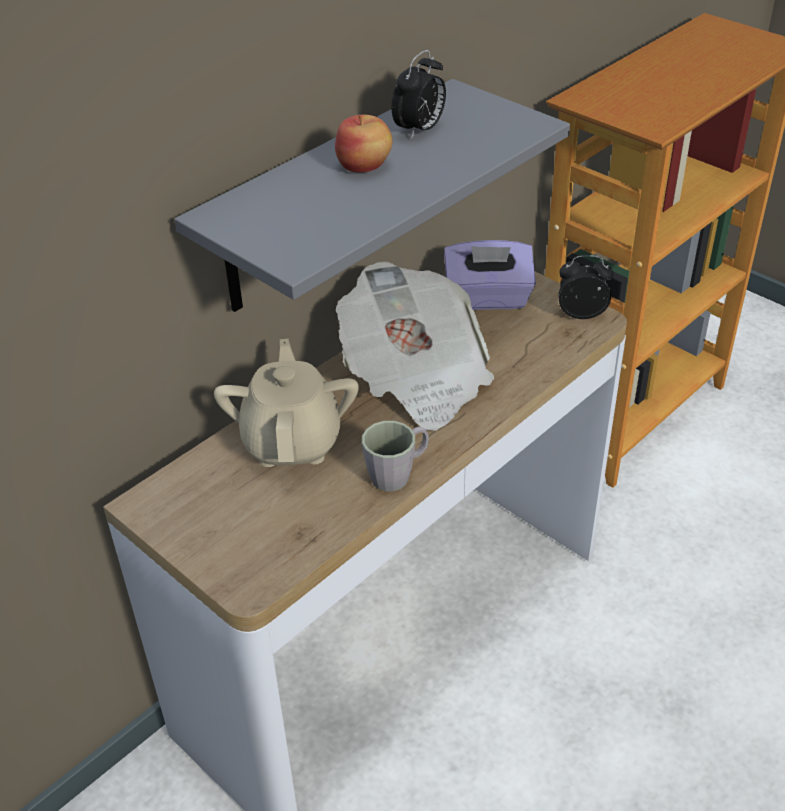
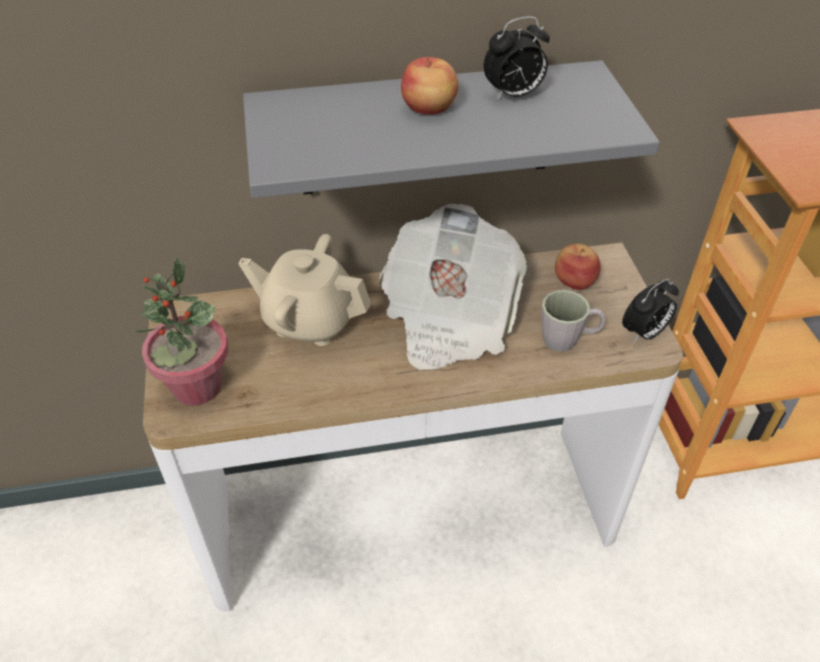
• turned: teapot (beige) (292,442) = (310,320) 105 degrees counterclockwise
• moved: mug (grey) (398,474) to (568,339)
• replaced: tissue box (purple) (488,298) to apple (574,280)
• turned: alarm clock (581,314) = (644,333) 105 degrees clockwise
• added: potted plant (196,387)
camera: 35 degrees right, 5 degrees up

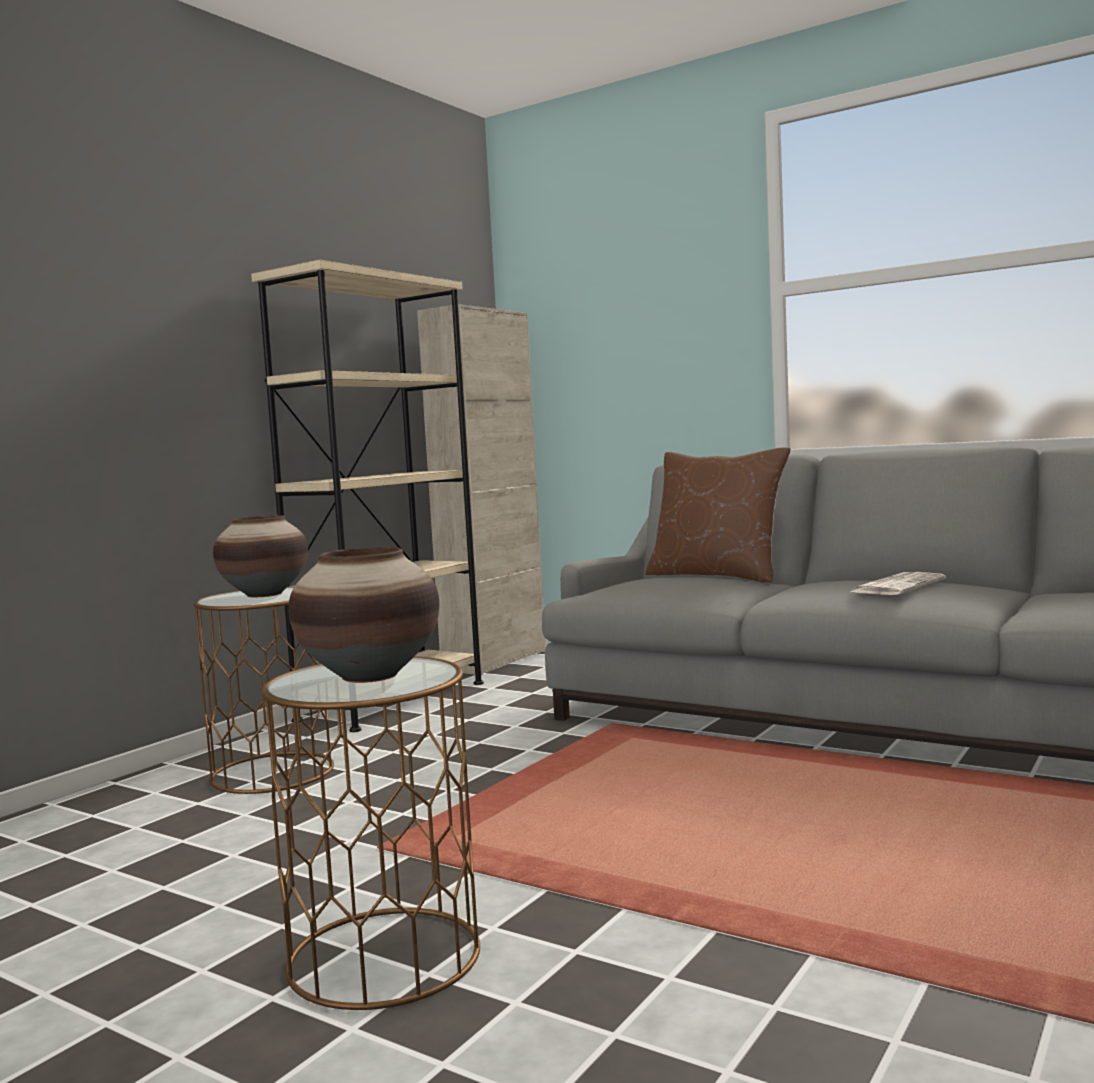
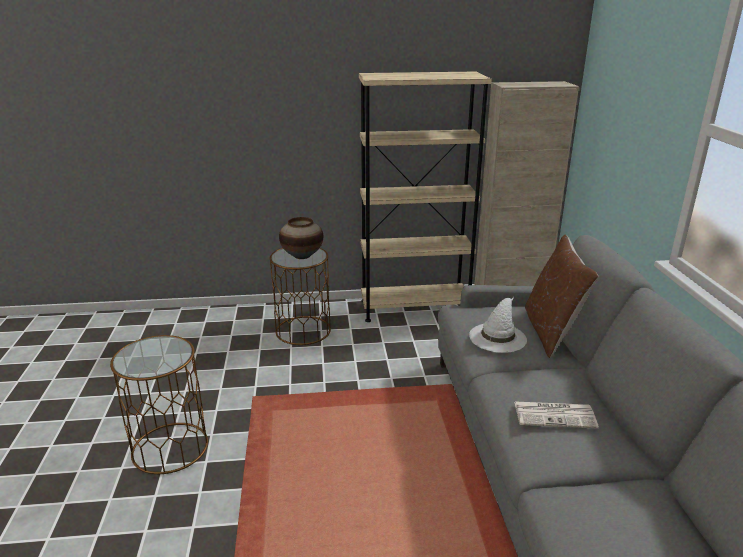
• removed: vase (369,676)
• added: hat (white) (497,337)
camera: 50 degrees right, 20 degrees up

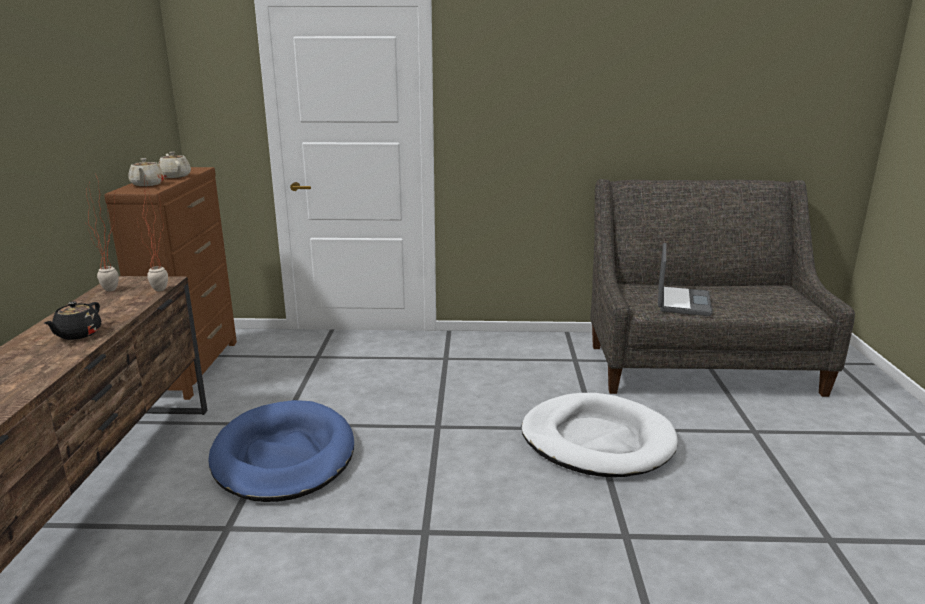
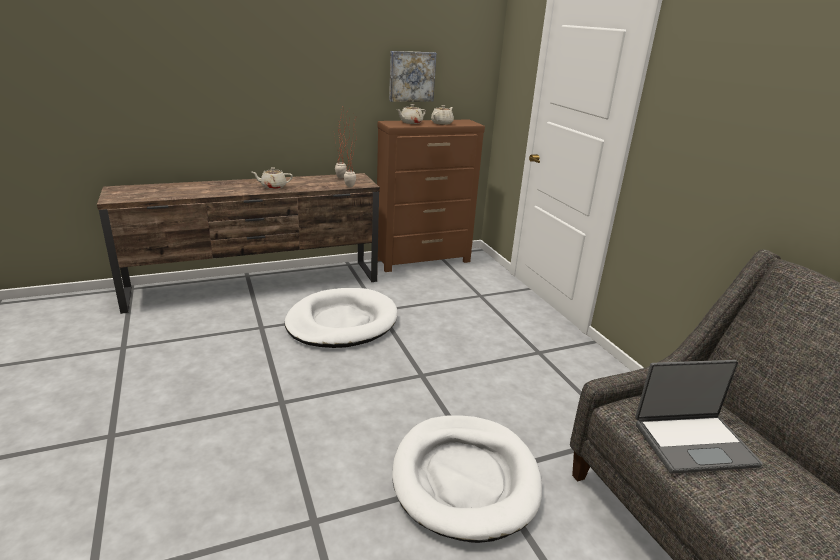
• recoloured: teapot (black) (77,334) to teapot (beige) (273,187)
• recoloured: dog bed (blue) (284,456) to dog bed (white) (342,322)
• added: picture (411,76)
camera: 65 degrees right, 5 degrees up

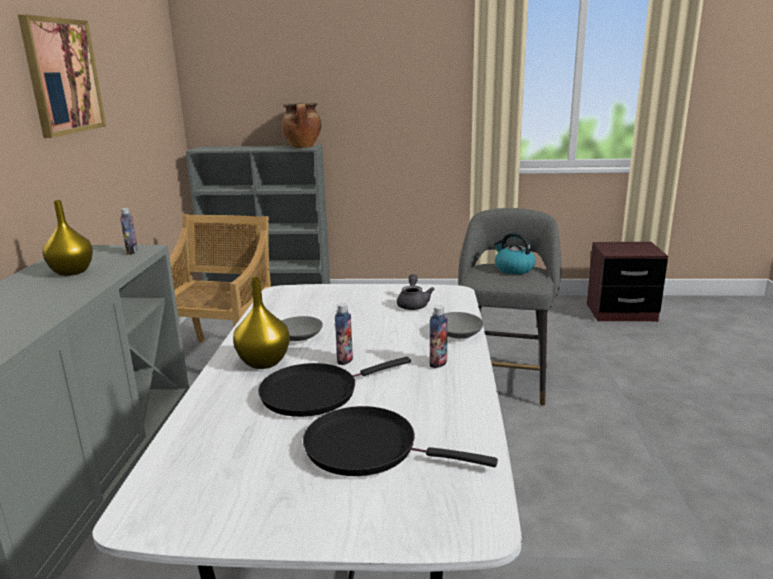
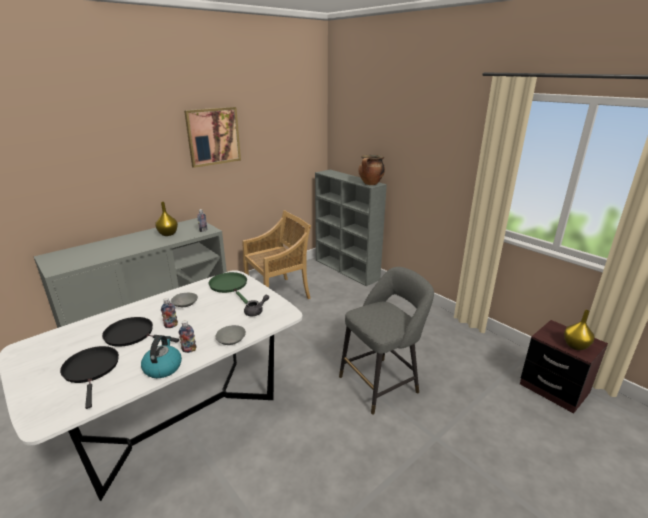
• moved: vase (yellow) (263,363) to (575,346)
• moved: kettle (513,269) to (163,367)
• added: frying pan (green) (229,286)
camera: 45 degrees right, 5 degrees up

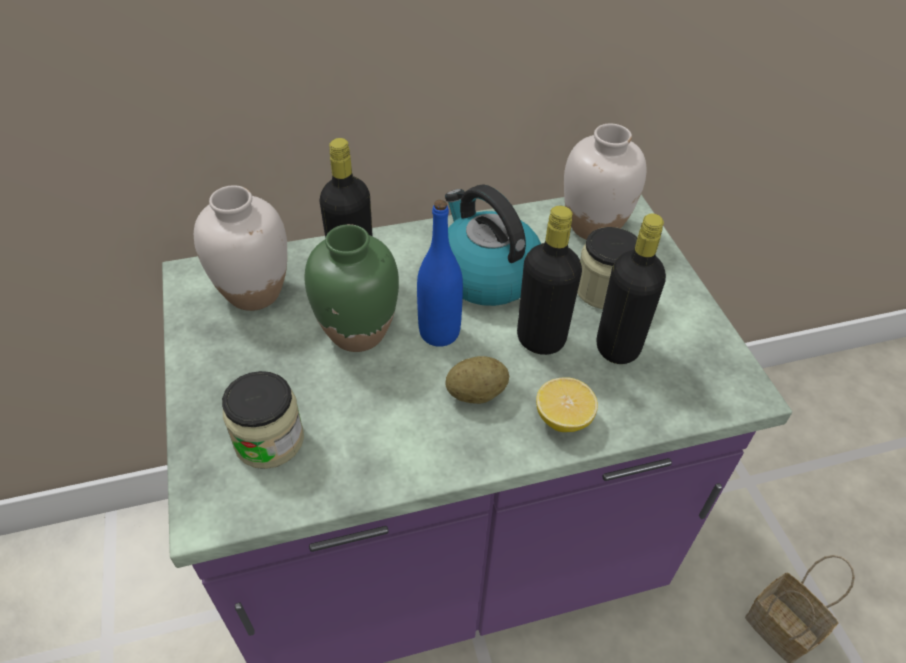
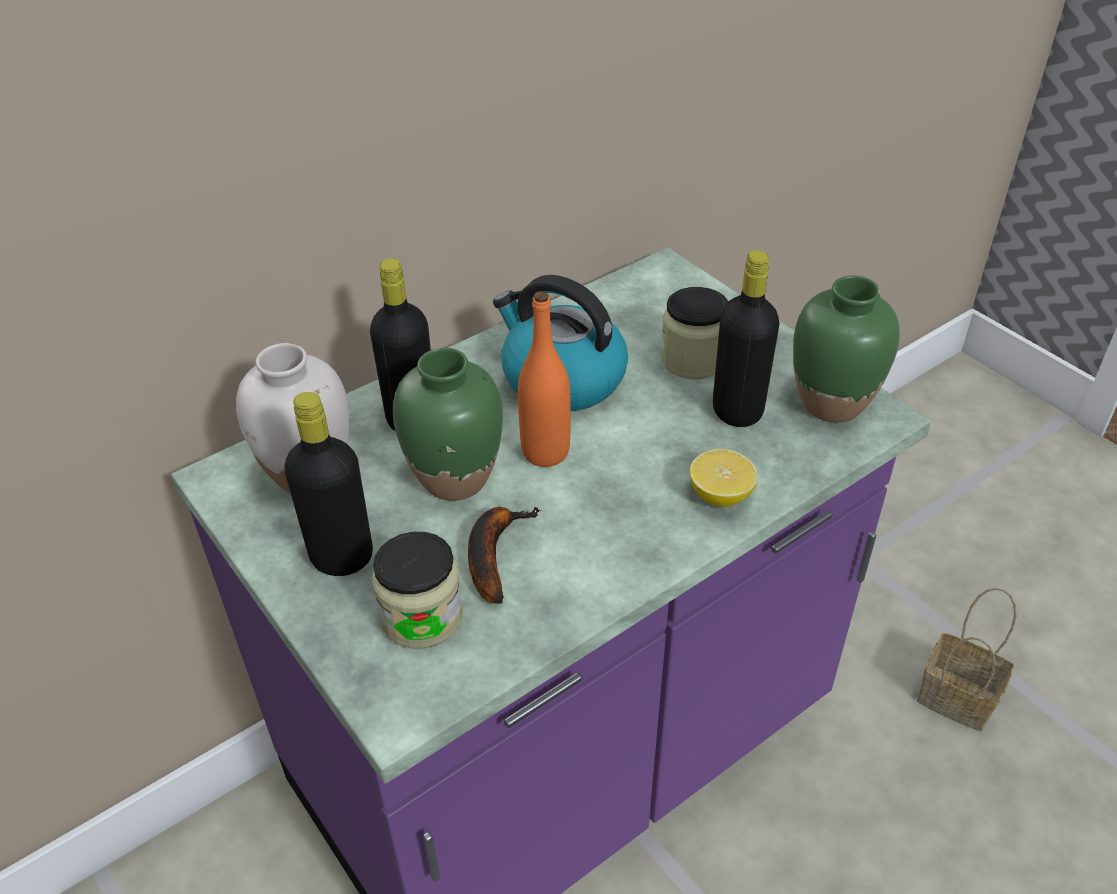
• recoloured: bottle (blue) (439,333) to bottle (orange) (545,452)
• removed: potato (476,393)
• moved: bottle (black) (541,339) to (342,557)
• removed: vase (white) (593,226)
• added: banana (493,553)
• added: vase (green) (831,403)
camera: 20 degrees left, 5 degrees down

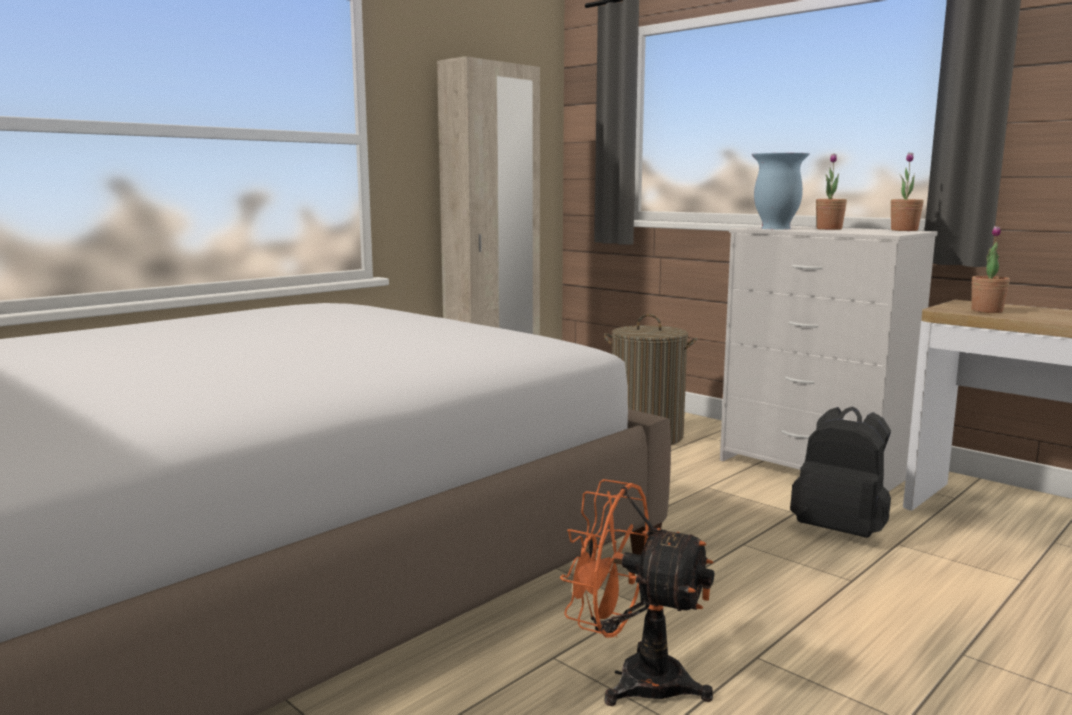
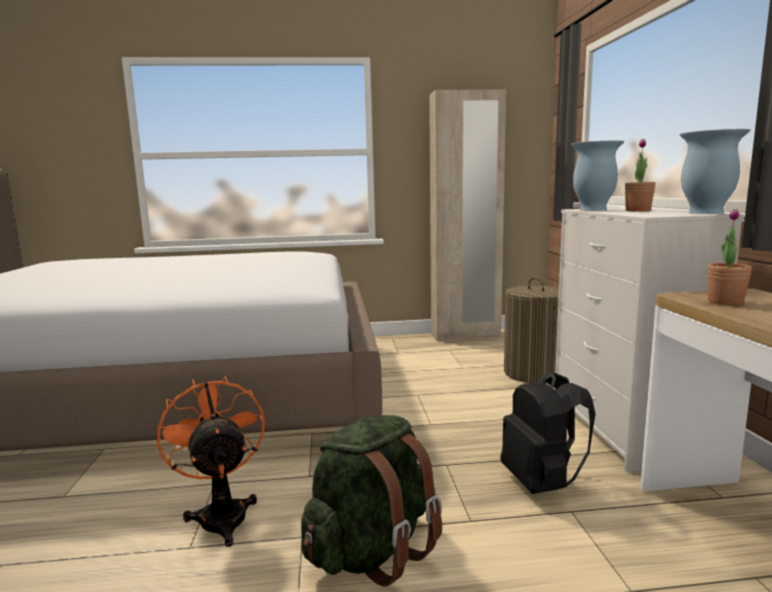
• replaced: potted plant (904,230) to vase (704,213)
• added: backpack (green) (372,551)
camera: 40 degrees right, 0 degrees up

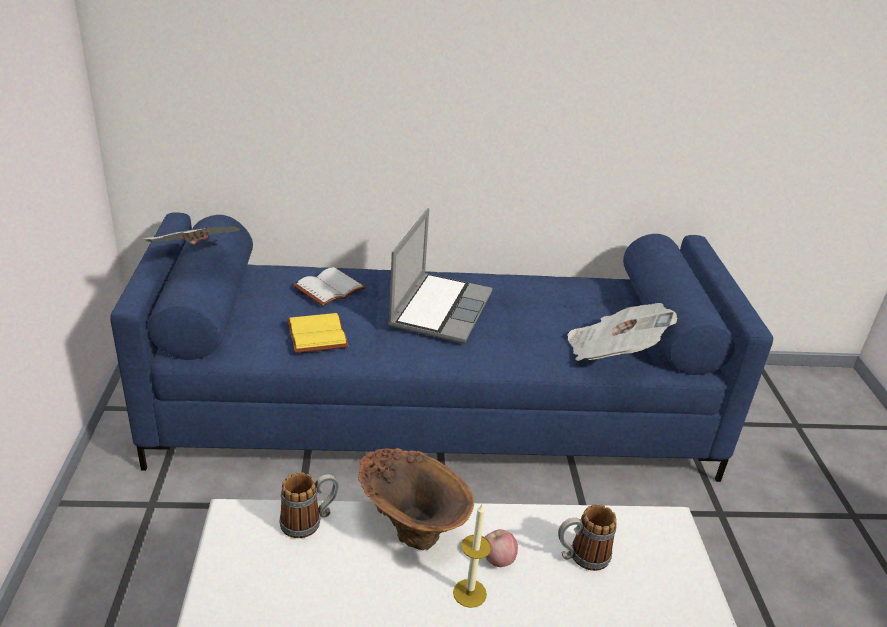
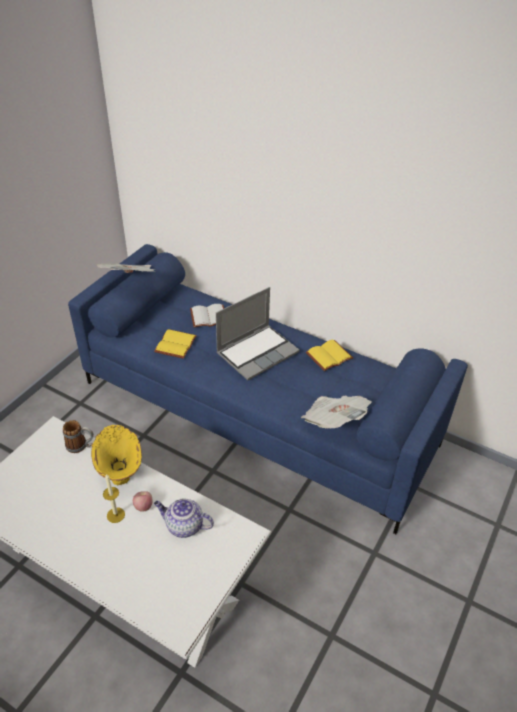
• recoloured: vase (brown) (411,527) to vase (yellow) (121,471)
• replaced: mug (581,557) to teapot (183,526)
• added: book (yellow) (329,357)
camera: 35 degrees right, 10 degrees up

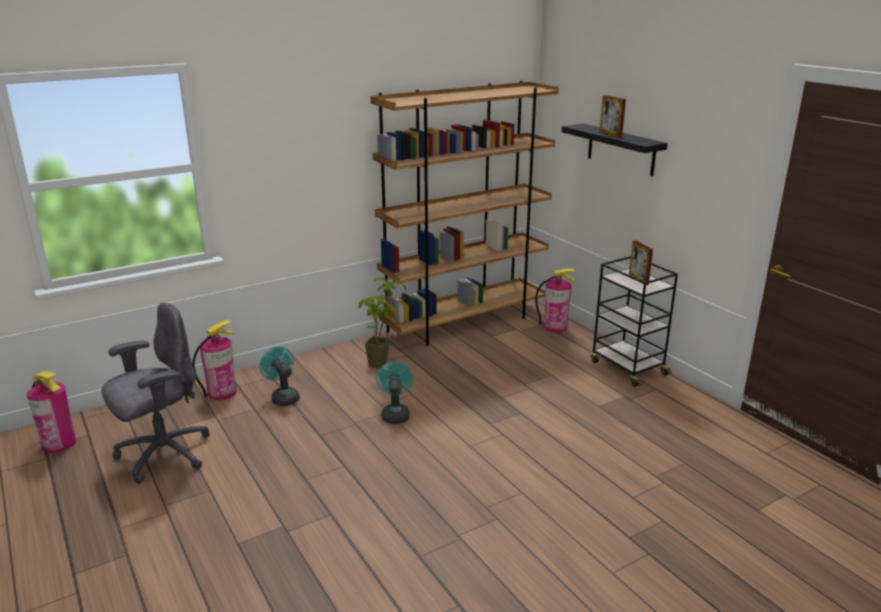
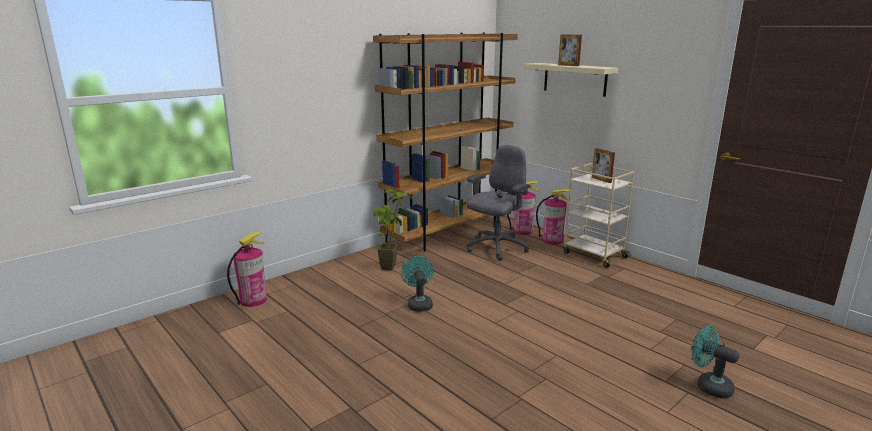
• moved: fire extinguisher (59,443) to (552,240)
• moved: office chair (grey) (162,454) to (496,248)
• moved: fan (turquoise) (283,397) to (708,386)
• recoloured: shelf (black) (621,149) to shelf (beige) (574,79)
• recoloured: cart (black) (627,367) to cart (beige) (593,255)
camera: 10 degrees left, 5 degrees down

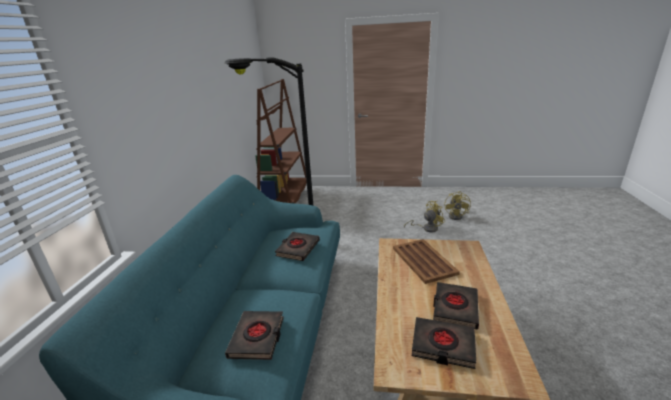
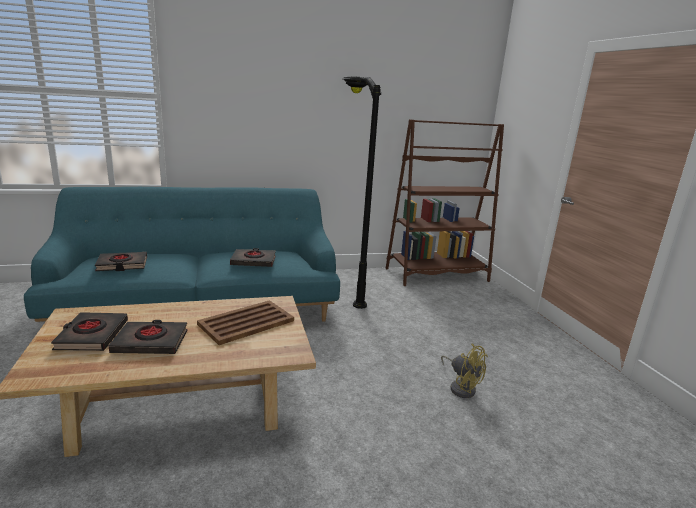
• removed: fan (yellow) (457,216)
camera: 65 degrees right, 5 degrees down

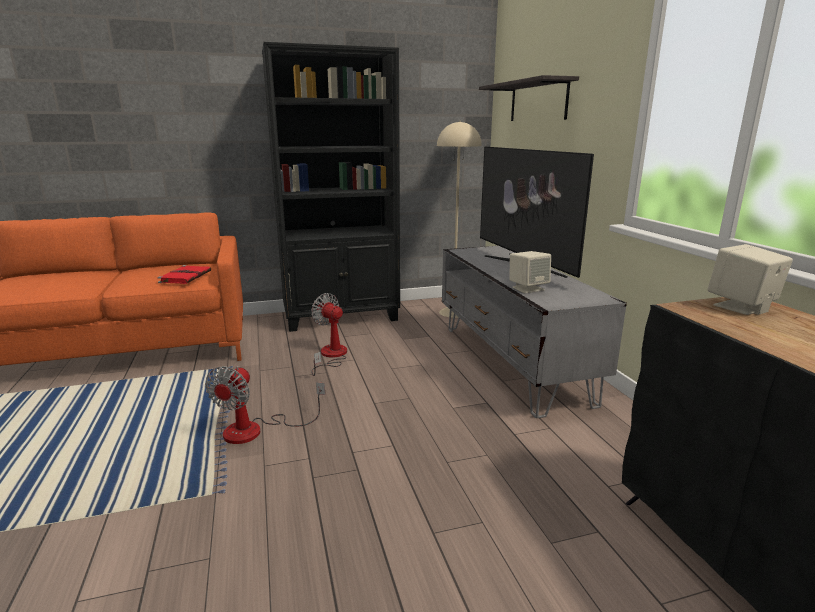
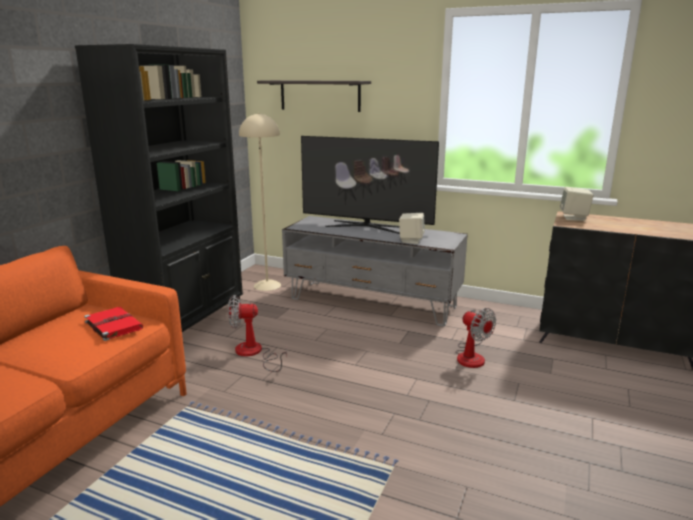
• moved: fan (256,430) to (471,355)
camera: 50 degrees left, 0 degrees up

